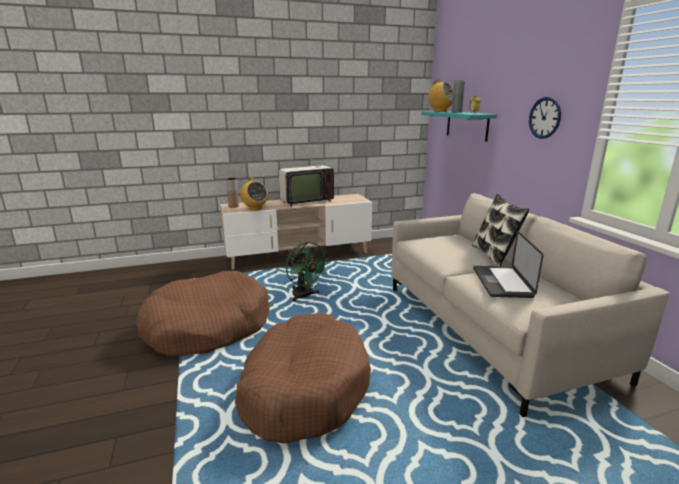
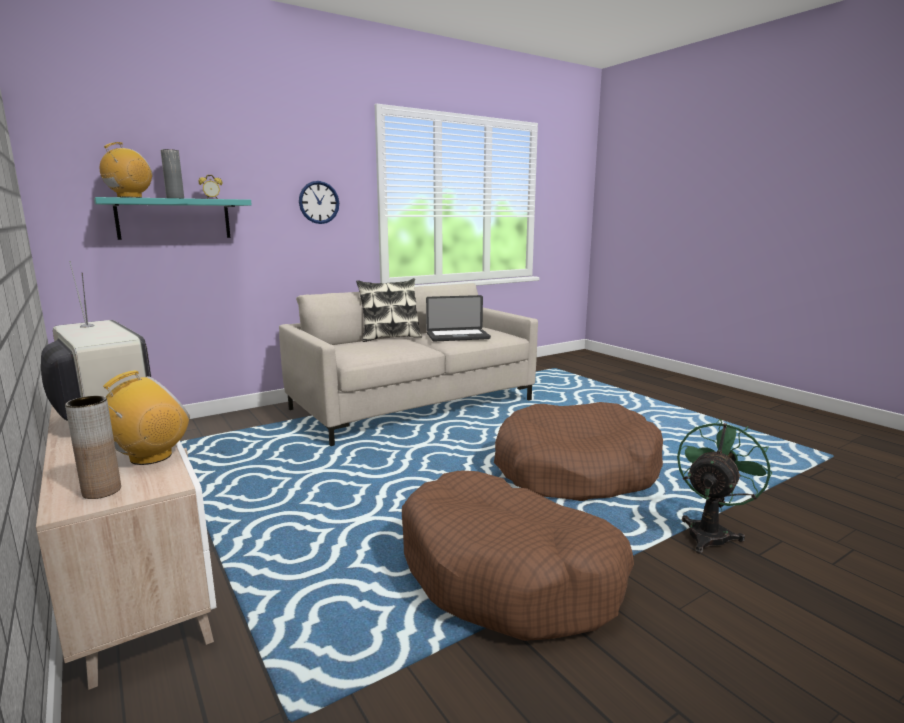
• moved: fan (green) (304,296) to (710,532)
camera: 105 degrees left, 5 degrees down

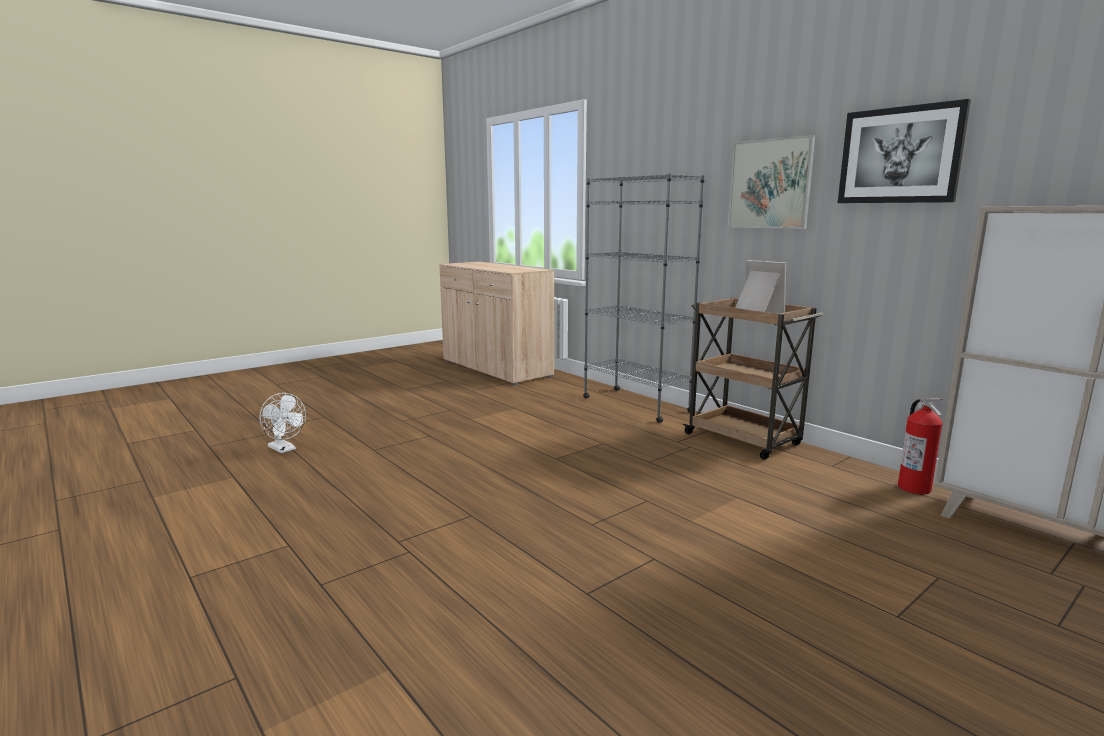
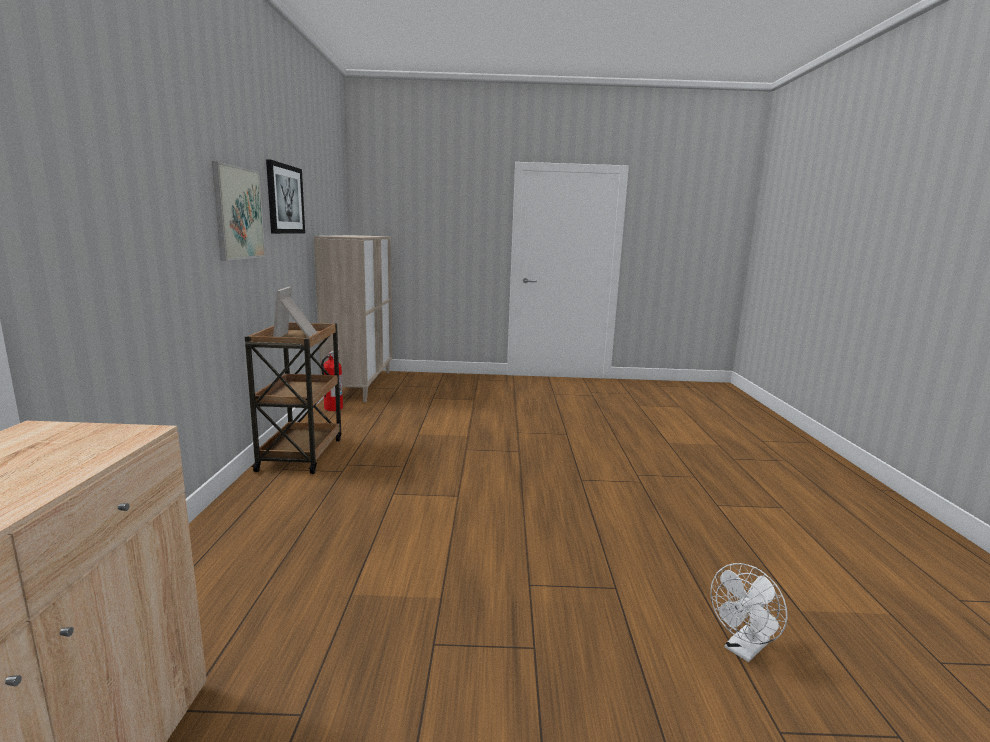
• turned: fan (white) (284,449) = (743,650) 120 degrees counterclockwise
• removed: bookcase (grey) (636,404)
camera: 140 degrees left, 0 degrees up

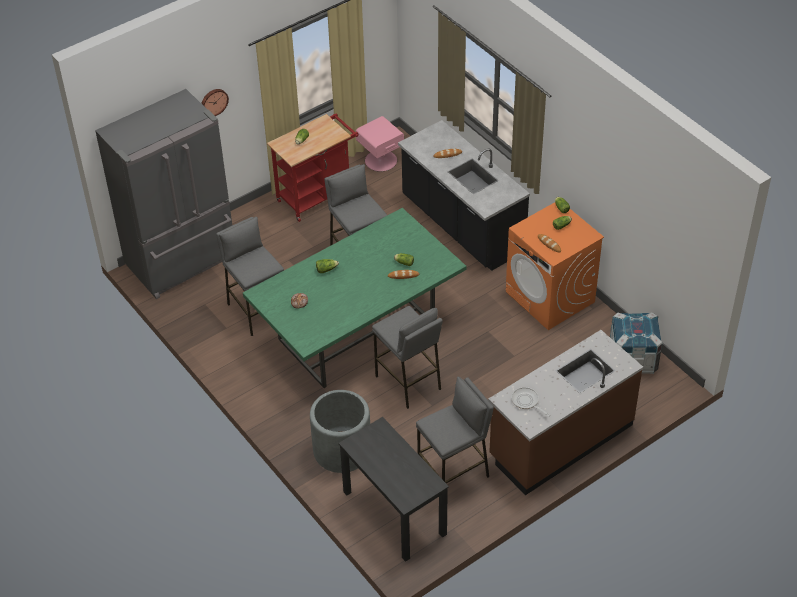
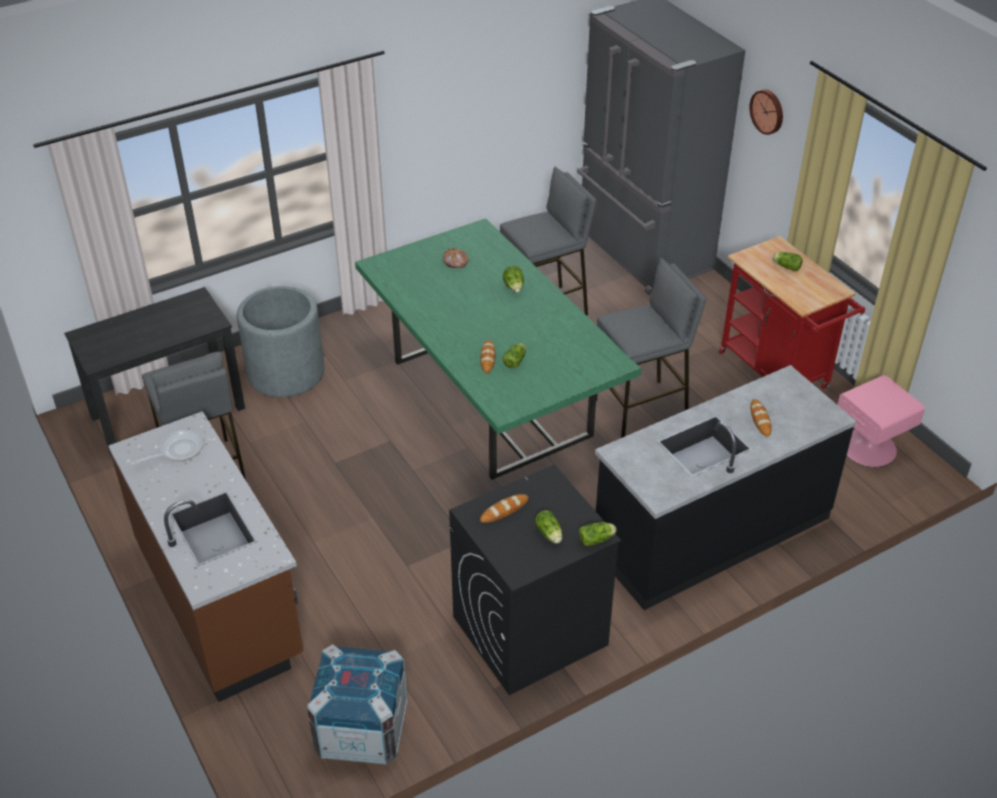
• removed: stool (grey) (408,382)
• recoloured: washing machine (orange) (550,297) to washing machine (black) (529,631)
camera: 95 degrees right, 5 degrees down

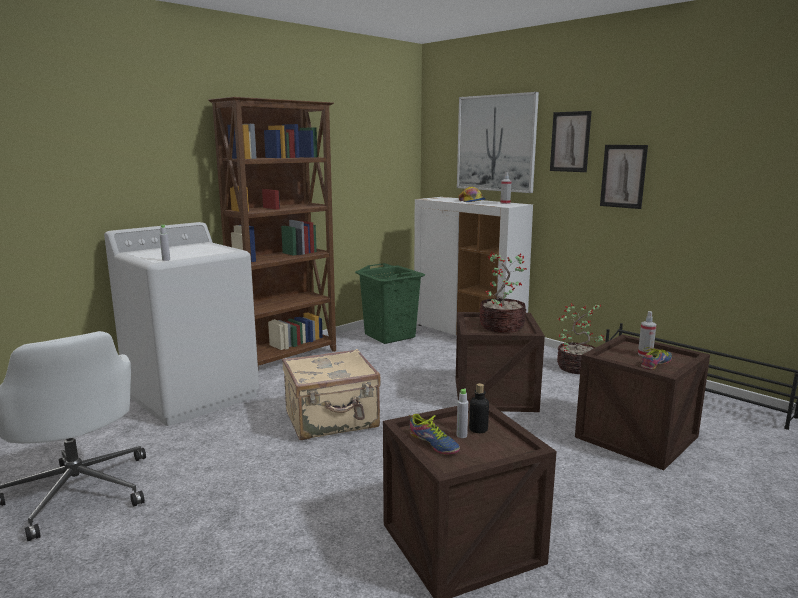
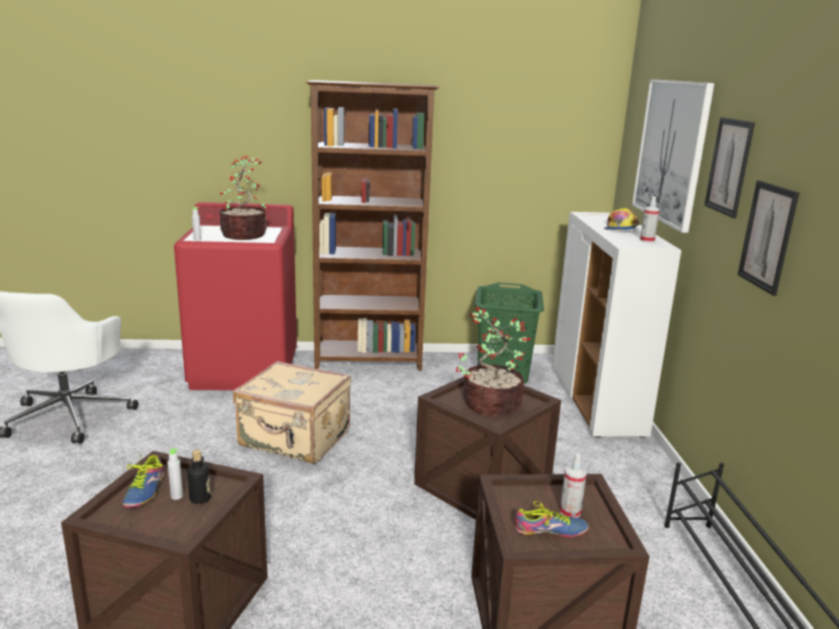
• recoloured: washing machine (white) (193,395) to washing machine (red) (245,370)
• moved: potted plant (577,368) to (245,235)
camera: 40 degrees right, 5 degrees up

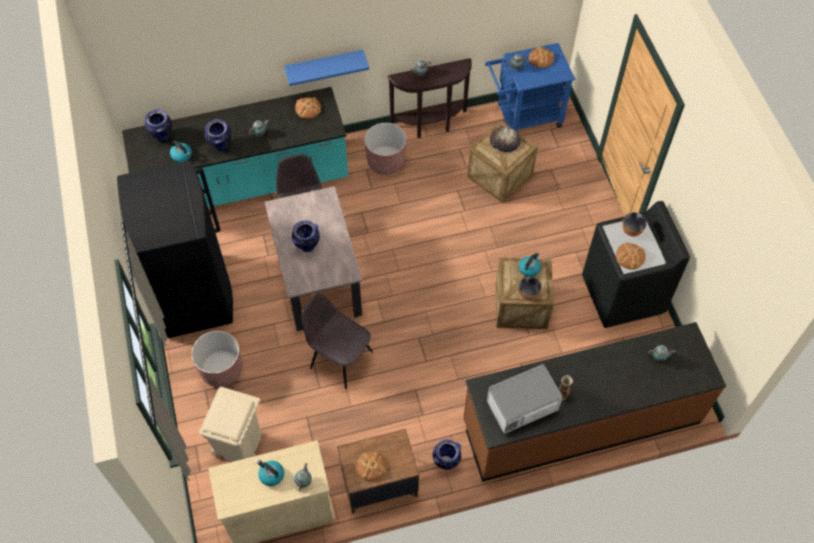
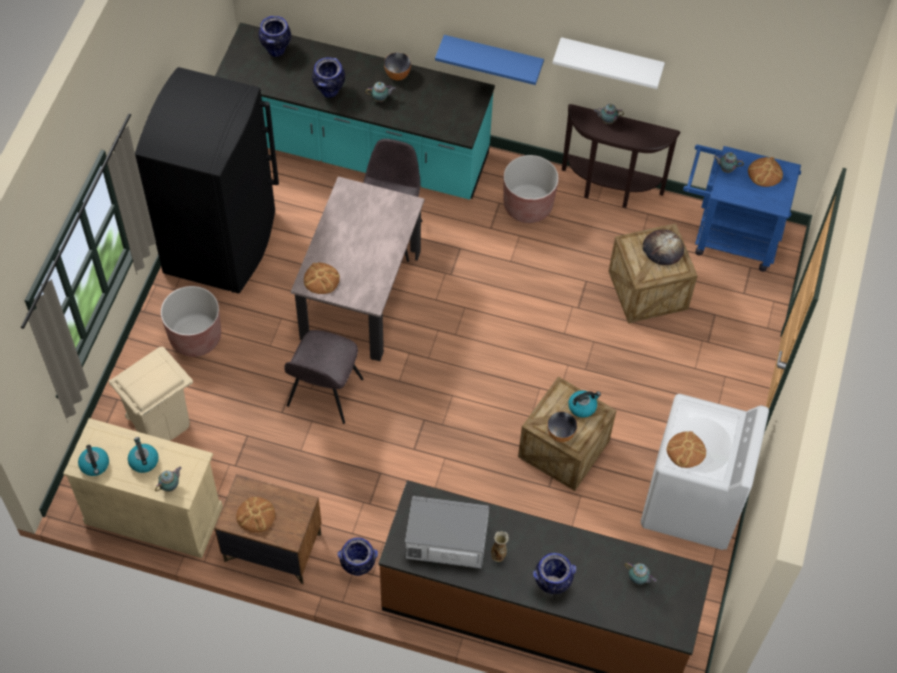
• moved: kettle (182,155) to (95,465)
• moved: vase (307,247) to (551,585)
• moved: bread (308,108) to (321,279)
• turned: chair (grey) (340,359) = (324,394) 135 degrees counterclockwise
• recoloured: washing machine (black) (622,295) to washing machine (white) (691,503)
• moved: bowl (631,230) to (397,75)
• added: shelf (white) (611,59)
camera: 30 degrees right, 0 degrees up

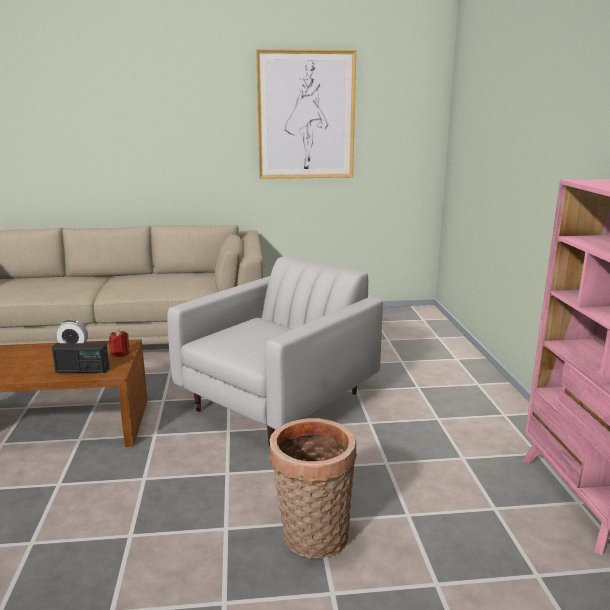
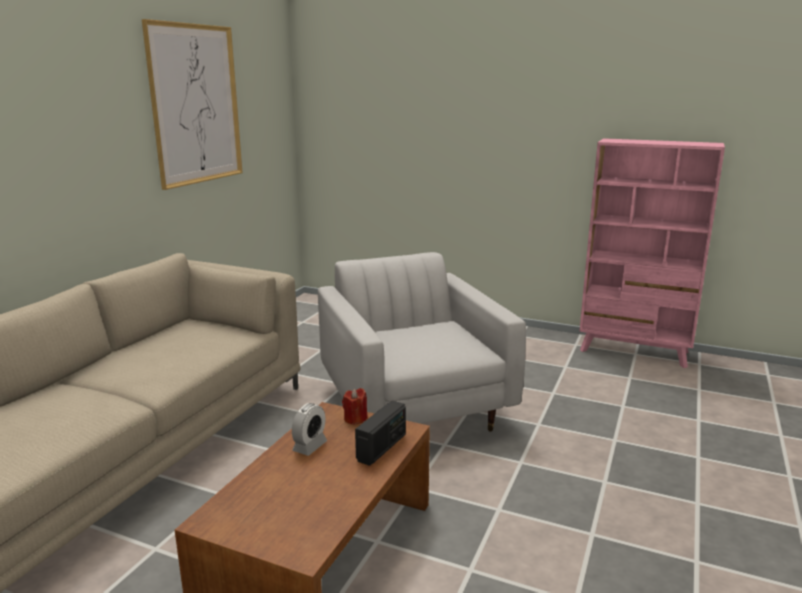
• removed: basket (312,539)
camera: 60 degrees left, 0 degrees up

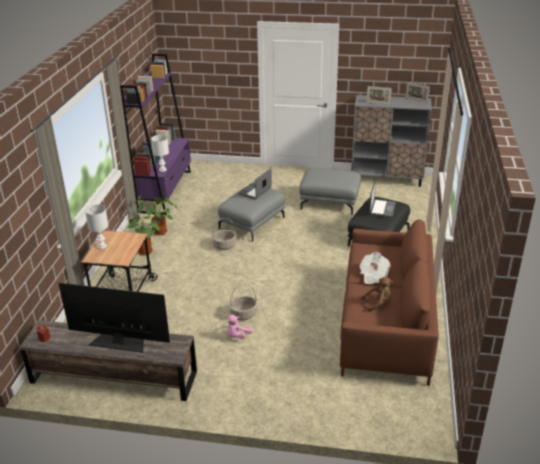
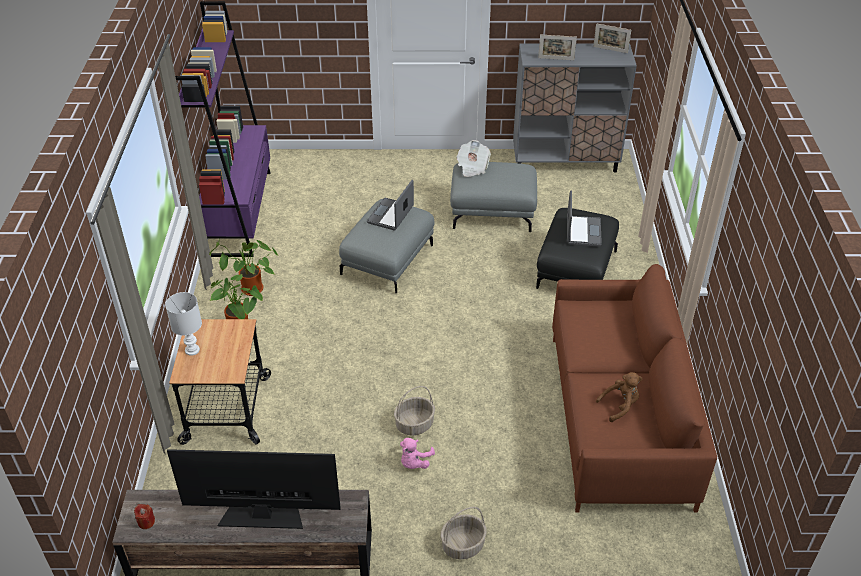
• removed: table lamp (white) (163,170)
• moved: basket (224,246) to (462,545)
• moved: newspaper (373,275) to (472,167)
camera: 10 degrees left, 10 degrees up

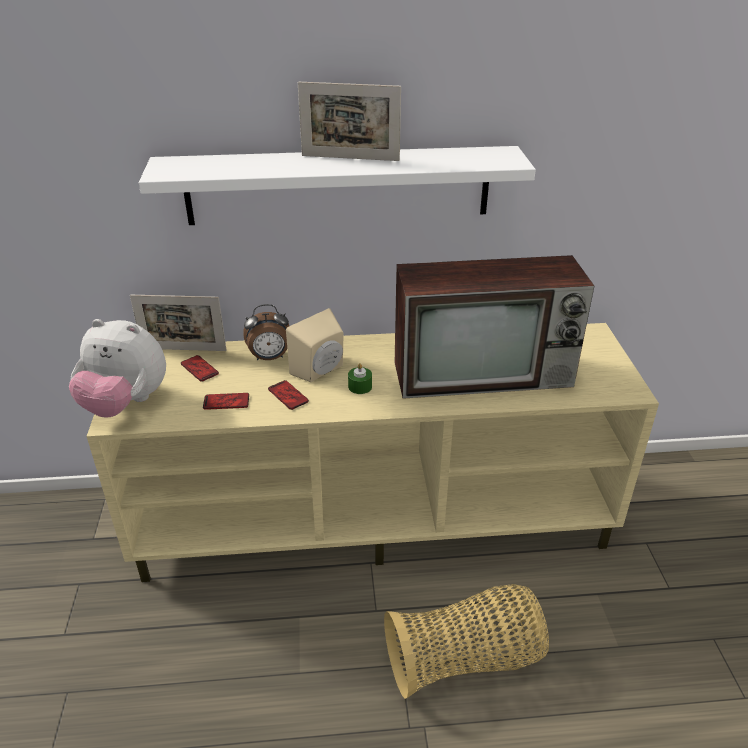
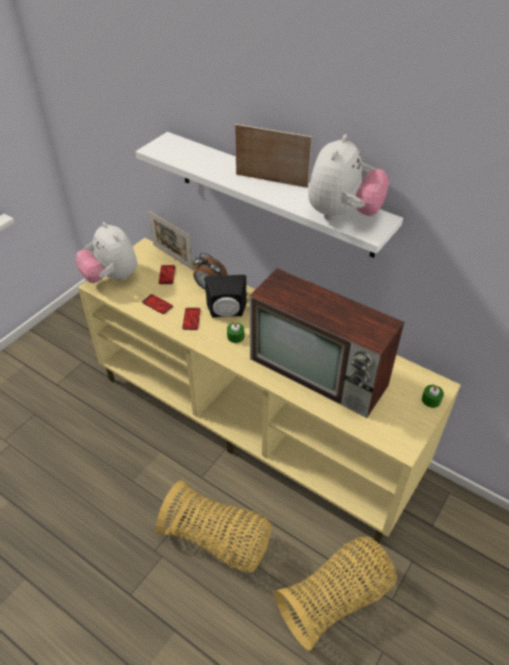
• recoloured: speaker (beige) (321,371) to speaker (black) (227,313)
• turned: picture frame (350,158) = (271,180) 150 degrees clockwise
• added: basket (335,599)
• added: plush toy (342,214)
• added: candle (green) (431,400)
camera: 40 degrees right, 10 degrees up

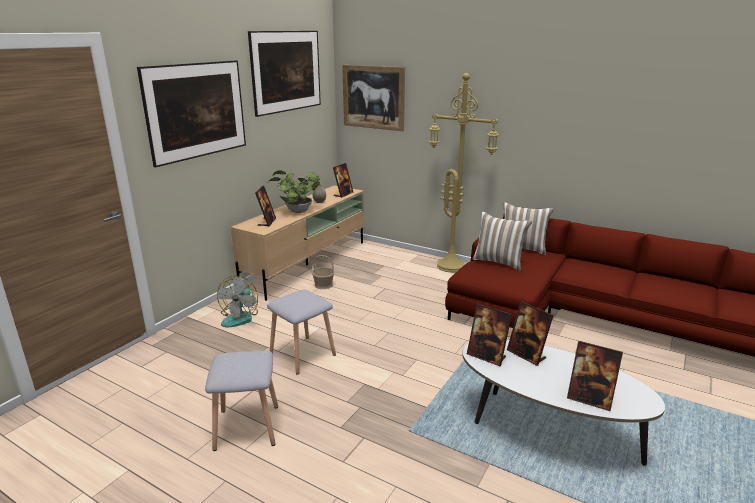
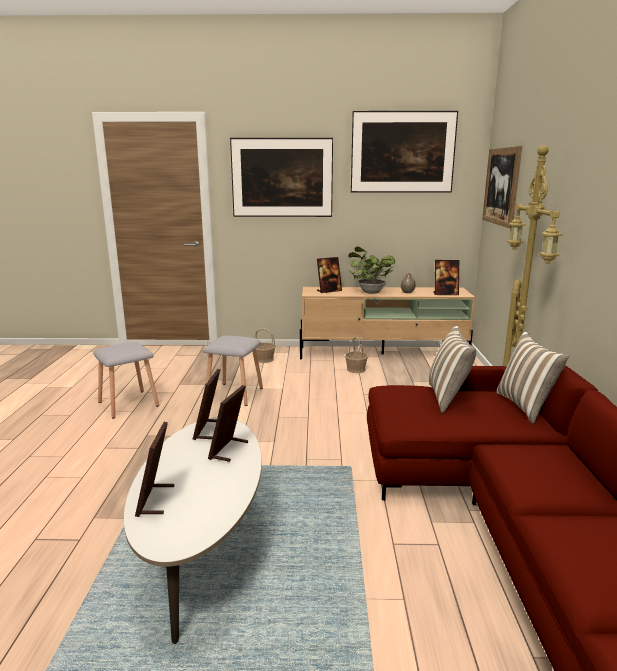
• replaced: fan (240,317) to basket (264,359)
camera: 60 degrees right, 5 degrees down

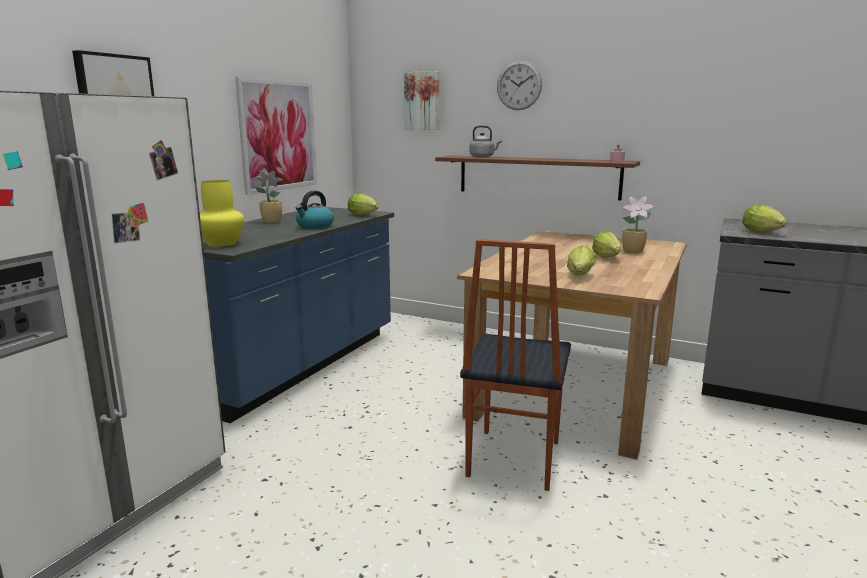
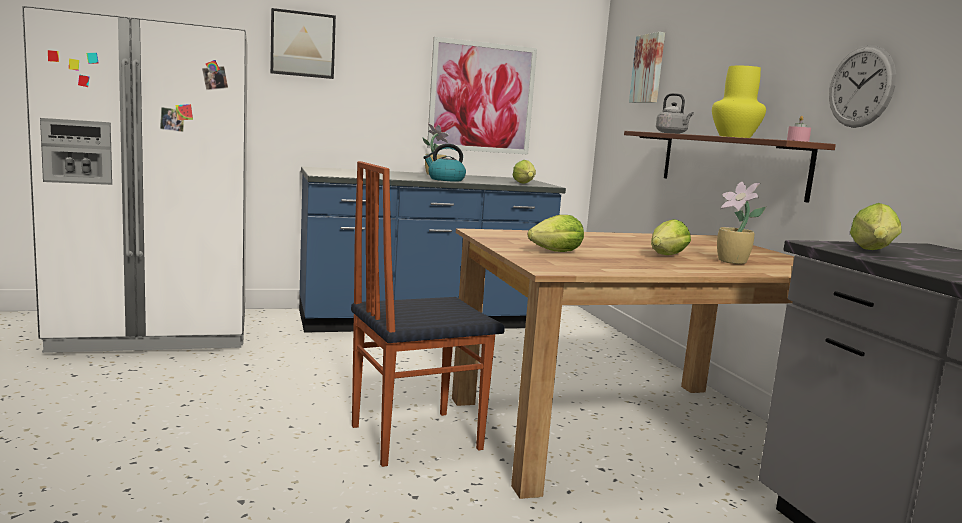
• moved: vase (yellow) (222,243) to (735,137)
• moved: wall clock (519,85) to (861,86)
camera: 45 degrees right, 5 degrees down

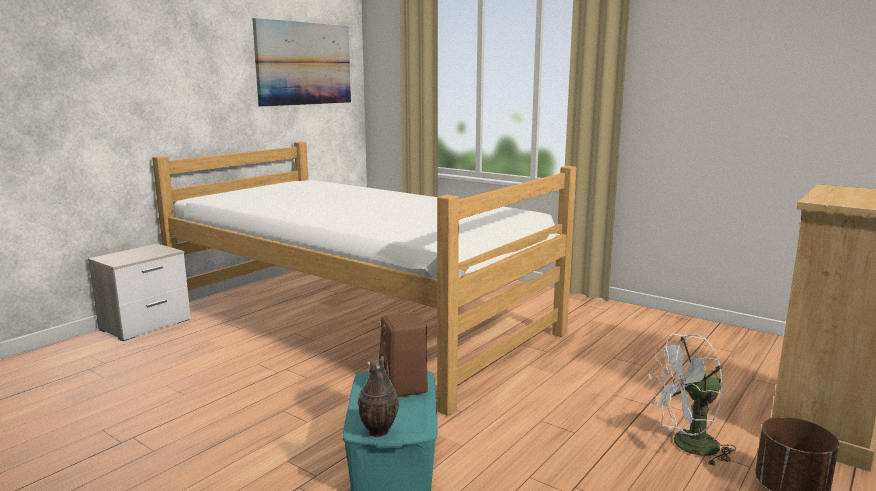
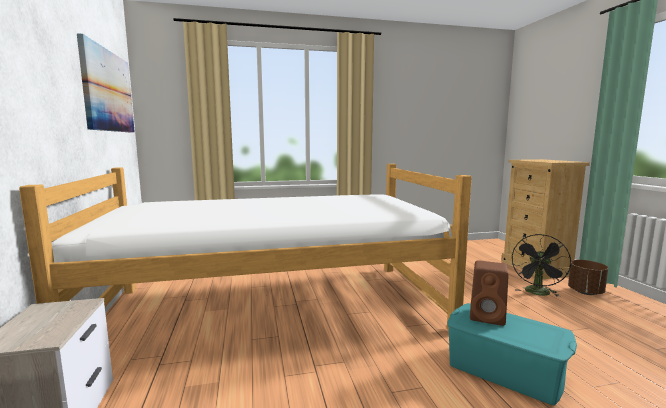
• removed: vase (378,432)
• recoloured: fan (white) (687,446) to fan (black) (538,293)
camera: 50 degrees left, 5 degrees down

